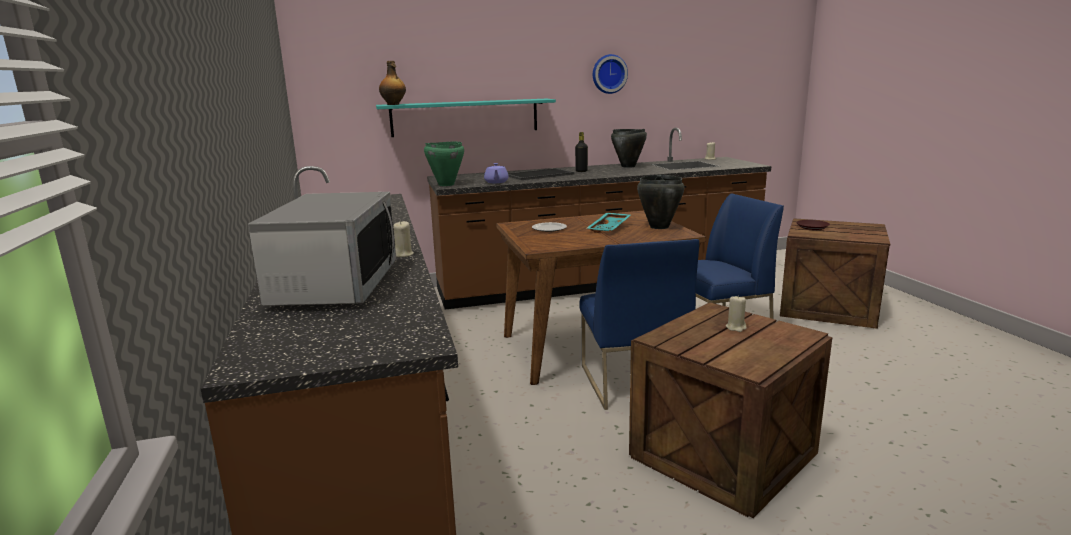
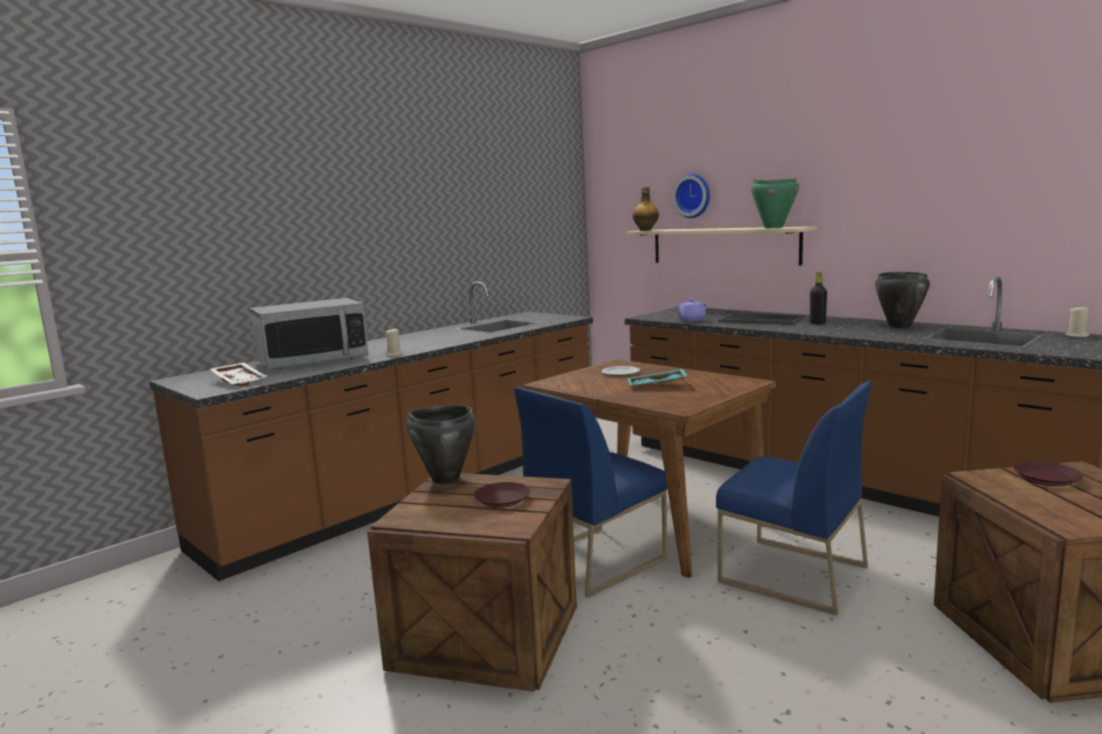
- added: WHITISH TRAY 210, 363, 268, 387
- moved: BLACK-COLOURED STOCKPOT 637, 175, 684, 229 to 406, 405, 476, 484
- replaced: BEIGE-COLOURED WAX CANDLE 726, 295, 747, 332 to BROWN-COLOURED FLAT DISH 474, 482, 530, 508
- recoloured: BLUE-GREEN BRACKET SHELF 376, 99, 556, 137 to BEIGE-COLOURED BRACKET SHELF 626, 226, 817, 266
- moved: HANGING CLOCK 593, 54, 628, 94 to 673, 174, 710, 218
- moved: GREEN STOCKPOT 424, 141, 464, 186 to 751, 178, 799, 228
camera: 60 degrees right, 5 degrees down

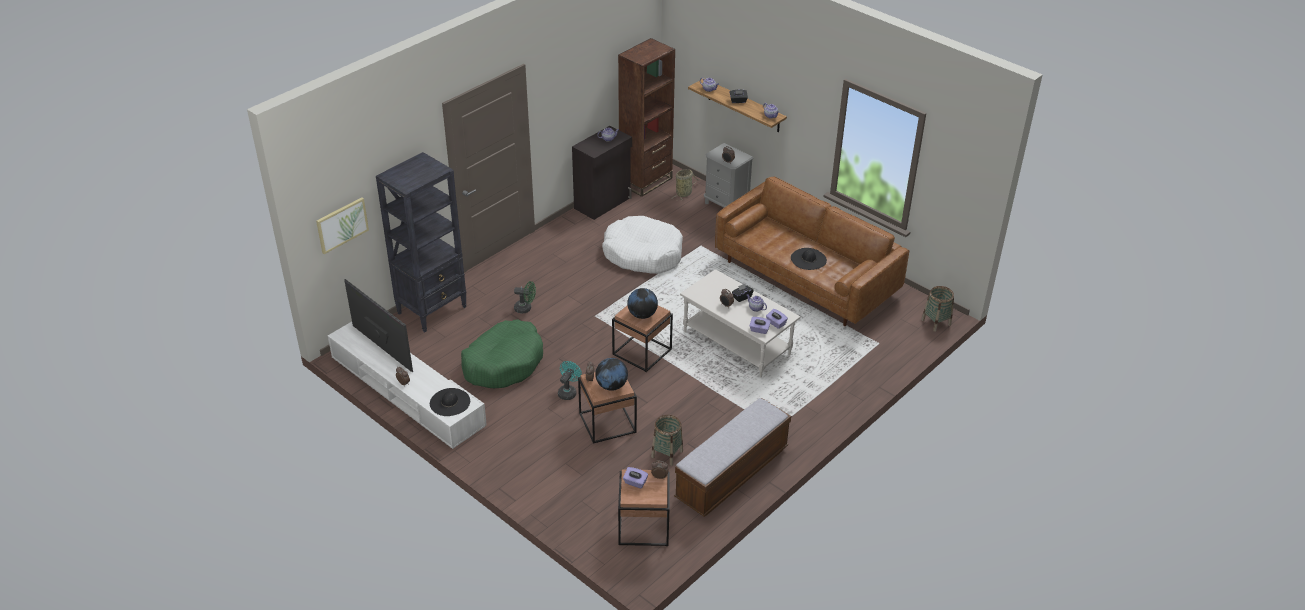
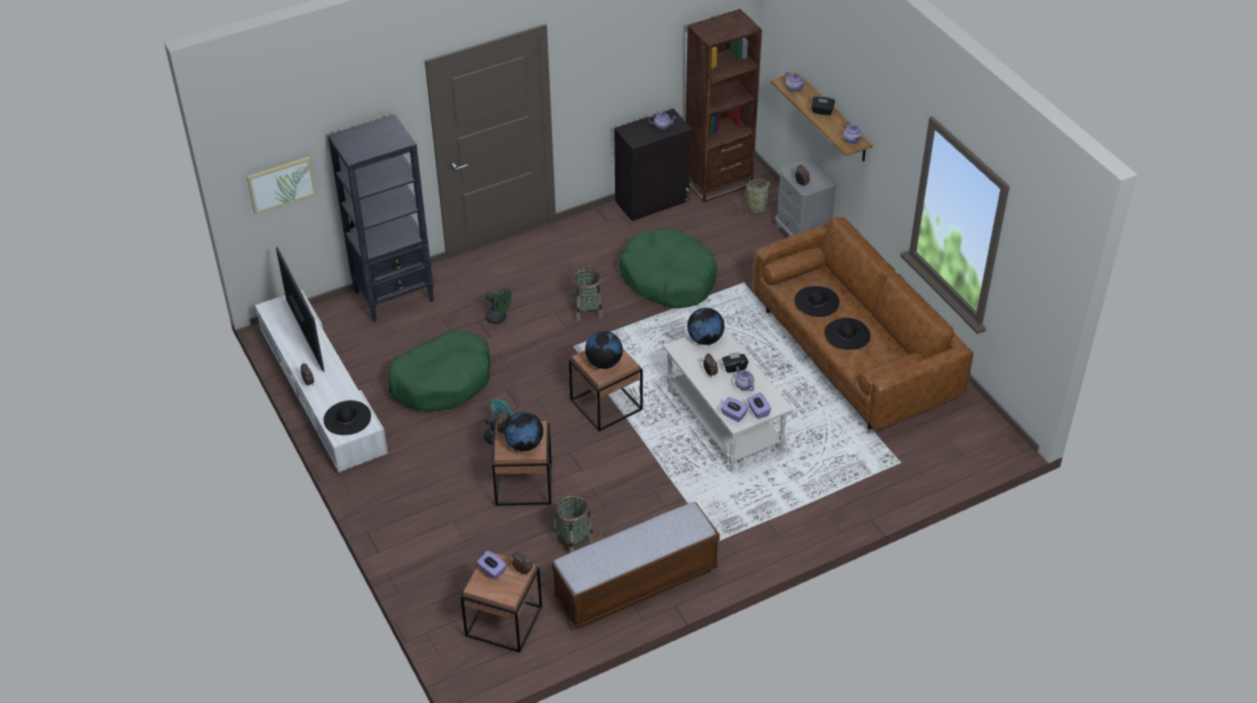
- moved: HOUSEHOLD BASKET 921, 286, 954, 332 to 572, 268, 602, 321
- recoloured: WHITISH PET BED 602, 216, 683, 274 to GREEN PET BED 619, 228, 717, 309
- added: WORLD GLOBE 687, 308, 724, 345
- added: BLACK-COLOURED CLOTHING HAT 794, 286, 840, 317
camera: 20 degrees right, 5 degrees up

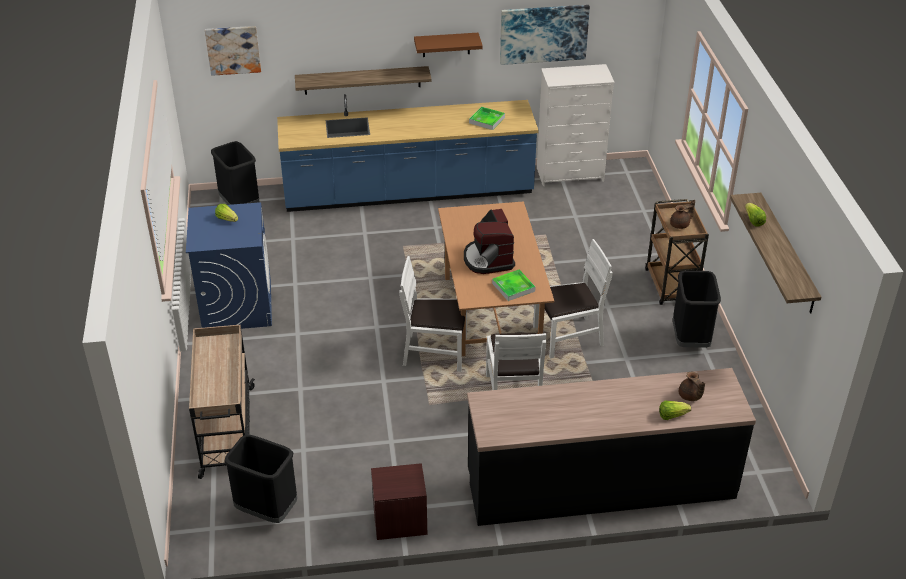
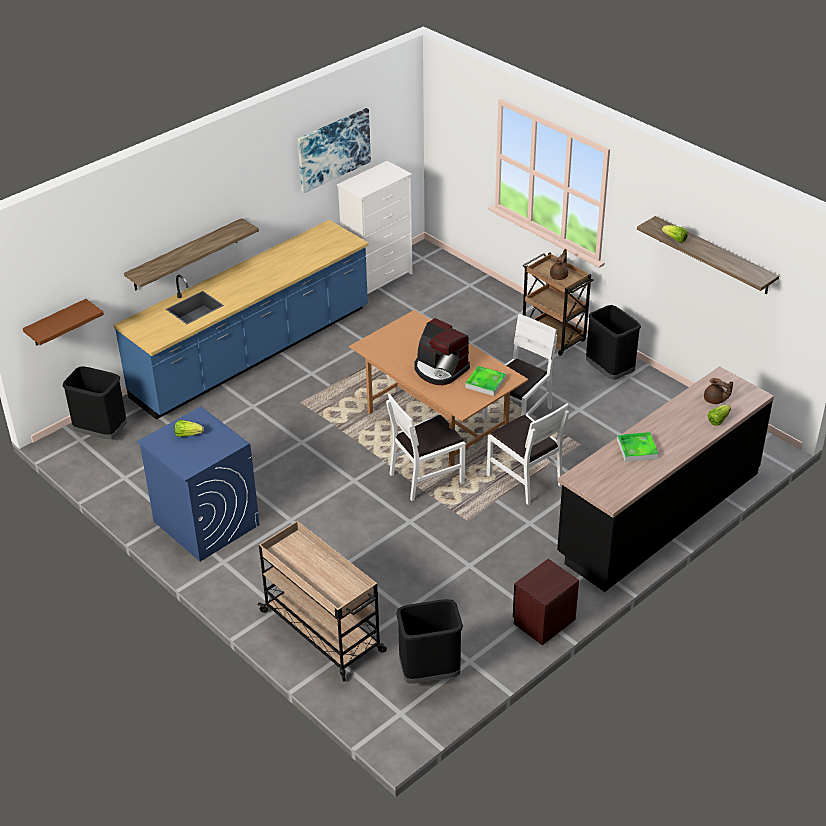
- moved: BROWN-COLOURED BRACKET SHELF 414, 33, 483, 57 to 23, 299, 104, 346
- moved: TRAY 469, 107, 505, 130 to 617, 432, 659, 462
- removed: WALL ART 205, 26, 261, 76
camera: 35 degrees left, 0 degrees up

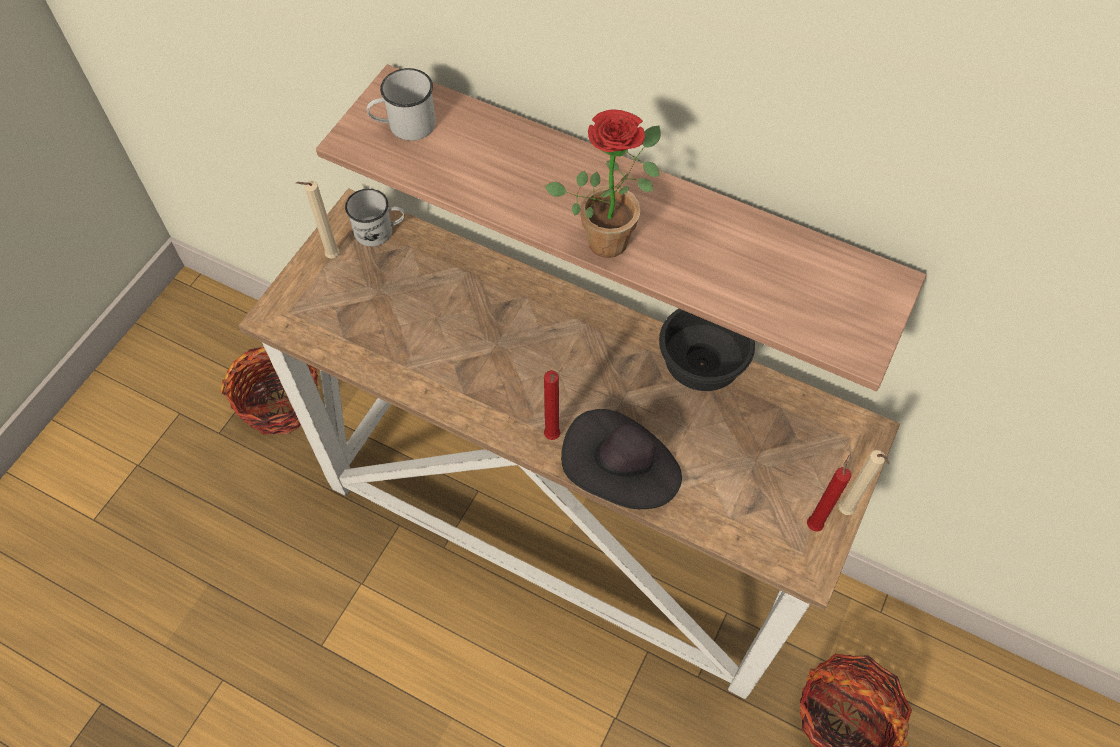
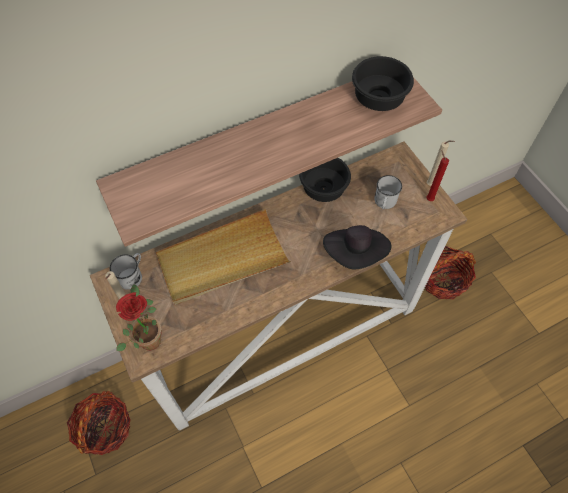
- moved: PLANT IN A POT 545, 109, 661, 258 to 116, 284, 162, 351
- added: BEIGE-COLOURED TRAY 156, 209, 291, 304
- added: BLACK-COLOURED SERVING BOWL 352, 56, 414, 111
- moved: WHITISH MUG 367, 68, 436, 141 to 374, 175, 402, 209
- removed: RED WAX CANDLE 544, 370, 560, 440
camera: 55 degrees left, 0 degrees up

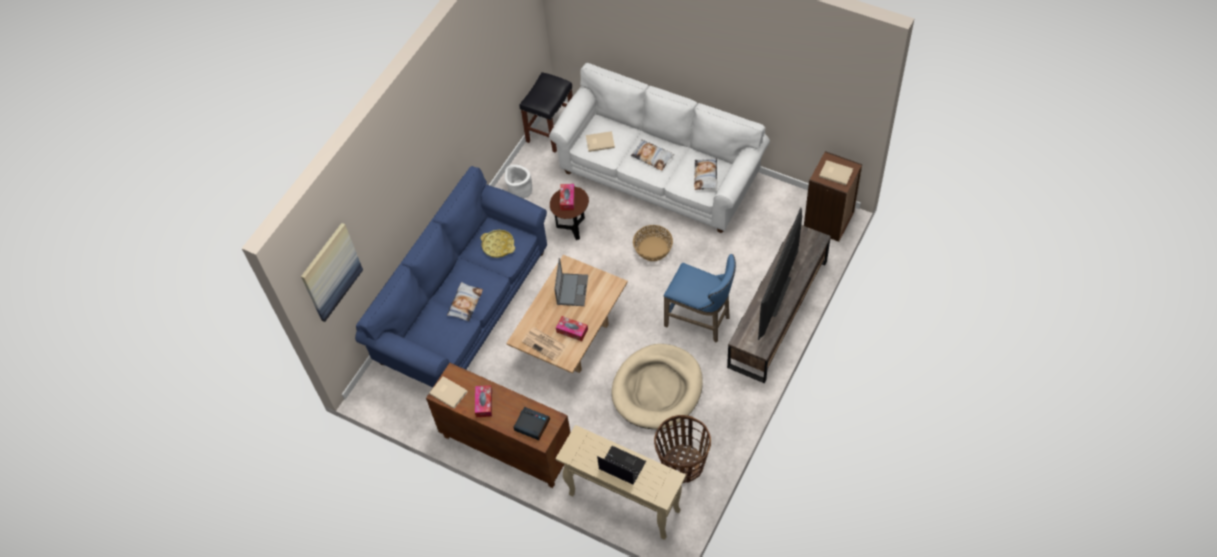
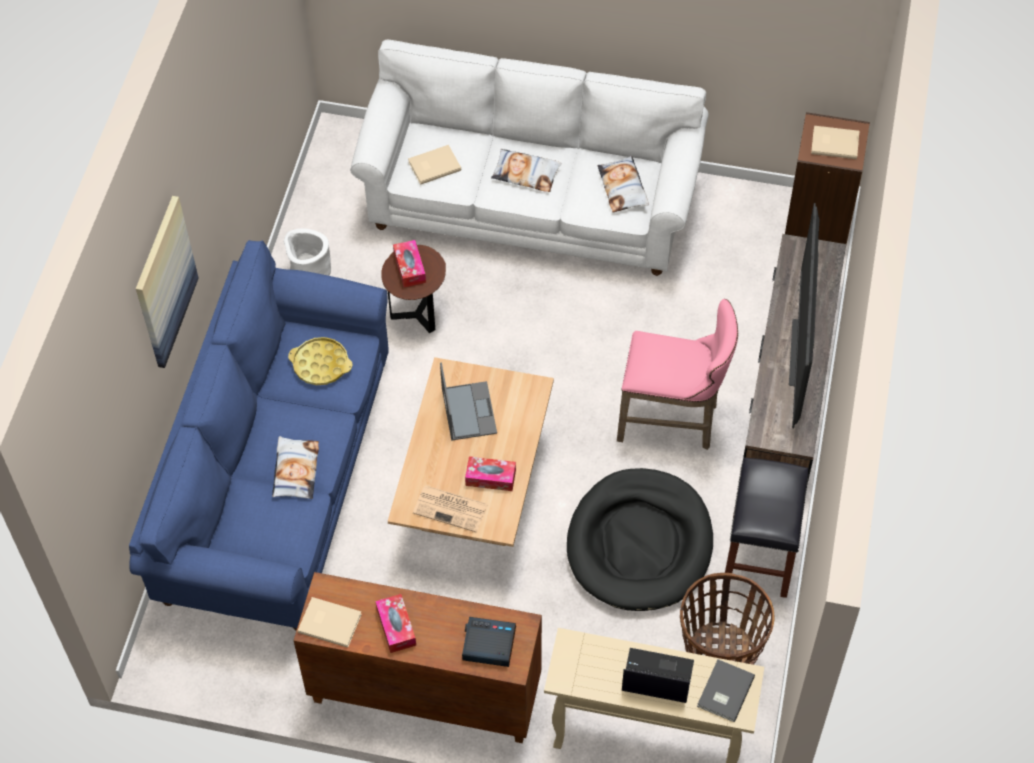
- moved: WALL ART 301, 223, 363, 322 to 136, 196, 199, 368
- recoloured: BEIGE-COLOURED PET BED 611, 344, 703, 429 to BLACK-COLOURED PET BED 567, 468, 713, 611
- recoloured: BLUE SITTING STOOL 664, 254, 736, 343 to PINKISH SITTING STOOL 617, 299, 738, 450
- added: GREY VOLUME 697, 659, 755, 722
- moved: BLACK-COLOURED SITTING STOOL 520, 72, 573, 153 to 722, 457, 809, 598
- removed: HOUSEHOLD BASKET 633, 225, 673, 261
camera: 20 degrees left, 0 degrees up

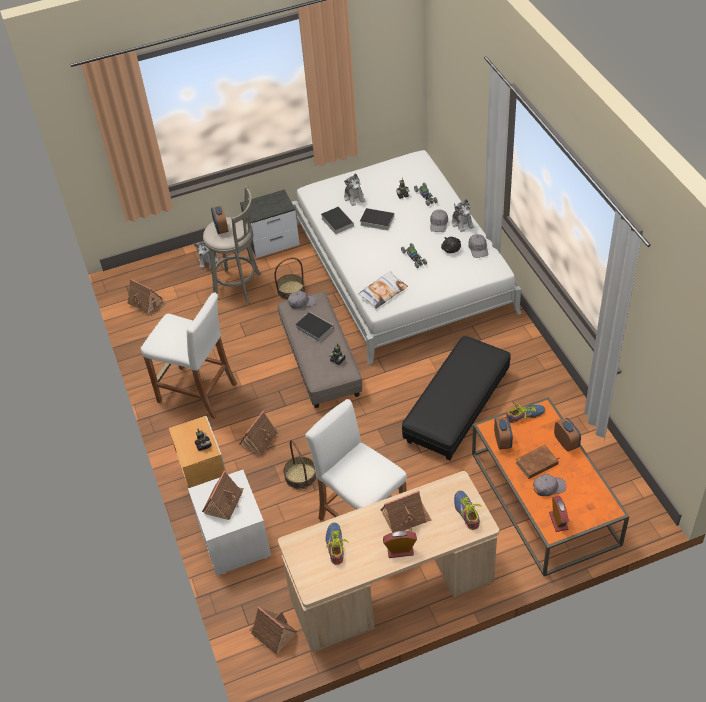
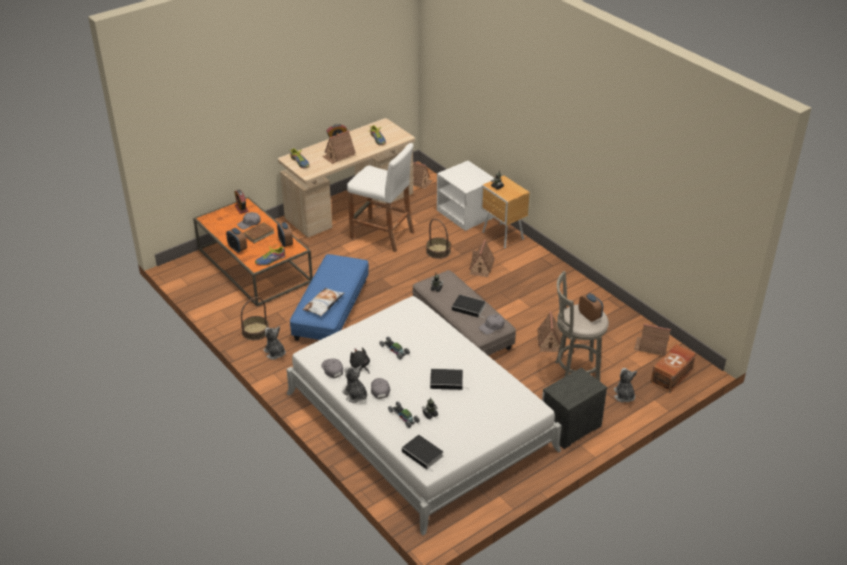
- moved: HOUSEHOLD BASKET 274, 257, 305, 300 to 241, 297, 269, 340
- moved: PLUSH TOY 344, 173, 365, 206 to 263, 326, 286, 360
- recoloured: BLACK-COLOURED FOOTREST 402, 336, 510, 461 to BLUE FOOTREST 290, 254, 369, 341
- moved: PILLOW 358, 271, 408, 309 to 302, 288, 345, 316
- moved: VOLUME 321, 206, 354, 234 to 402, 435, 443, 472
- moved: MODEL HOUSE 202, 471, 244, 520 to 537, 311, 561, 352
- added: BROWN-COLOURED STORAGE BOX 650, 344, 696, 393
- removed: WHITISH SITTING STOOL 141, 293, 237, 419
camera: 160 degrees right, 10 degrees down

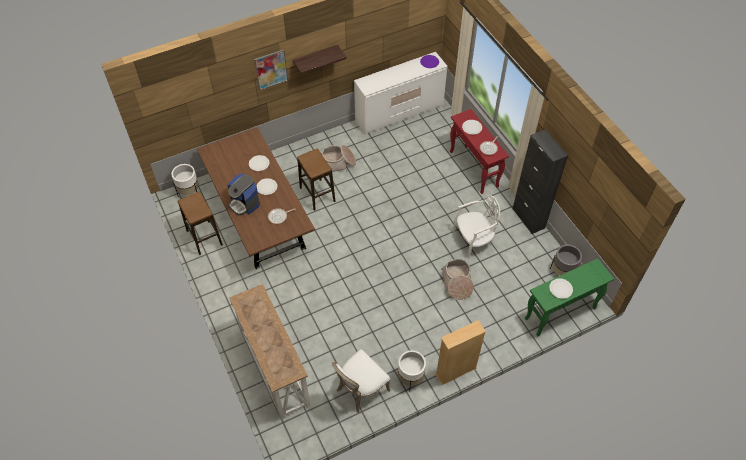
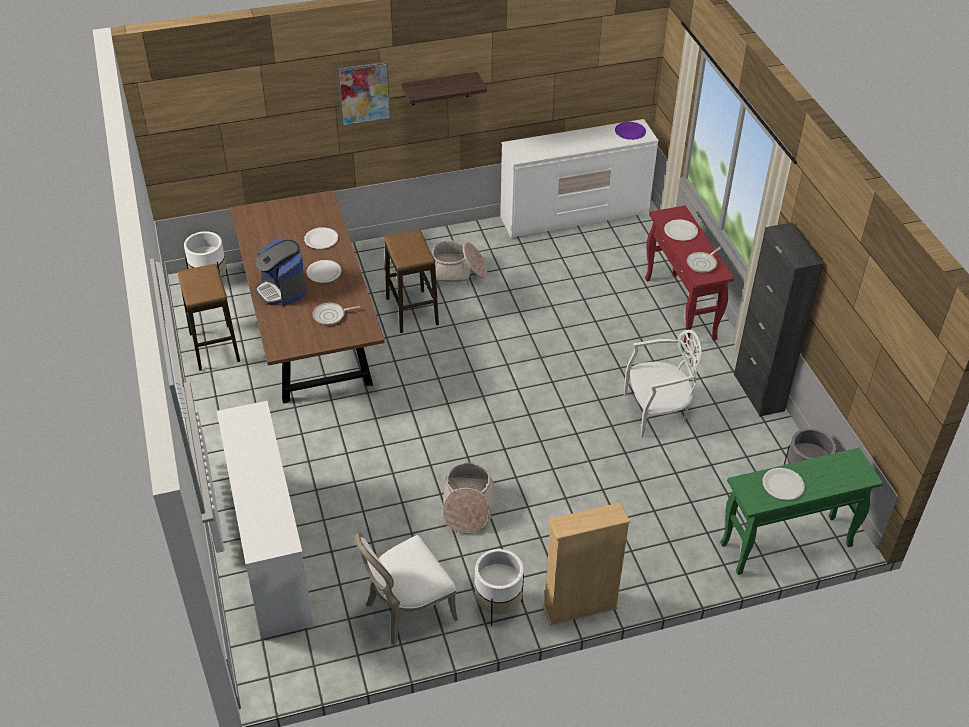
- replaced: HALL TABLE 229, 284, 310, 419 to WHITISH DRAWER CHEST 217, 401, 314, 638
- moved: HOUSEHOLD BASKET 441, 259, 474, 300 to 442, 463, 494, 534
camera: 10 degrees right, 10 degrees down

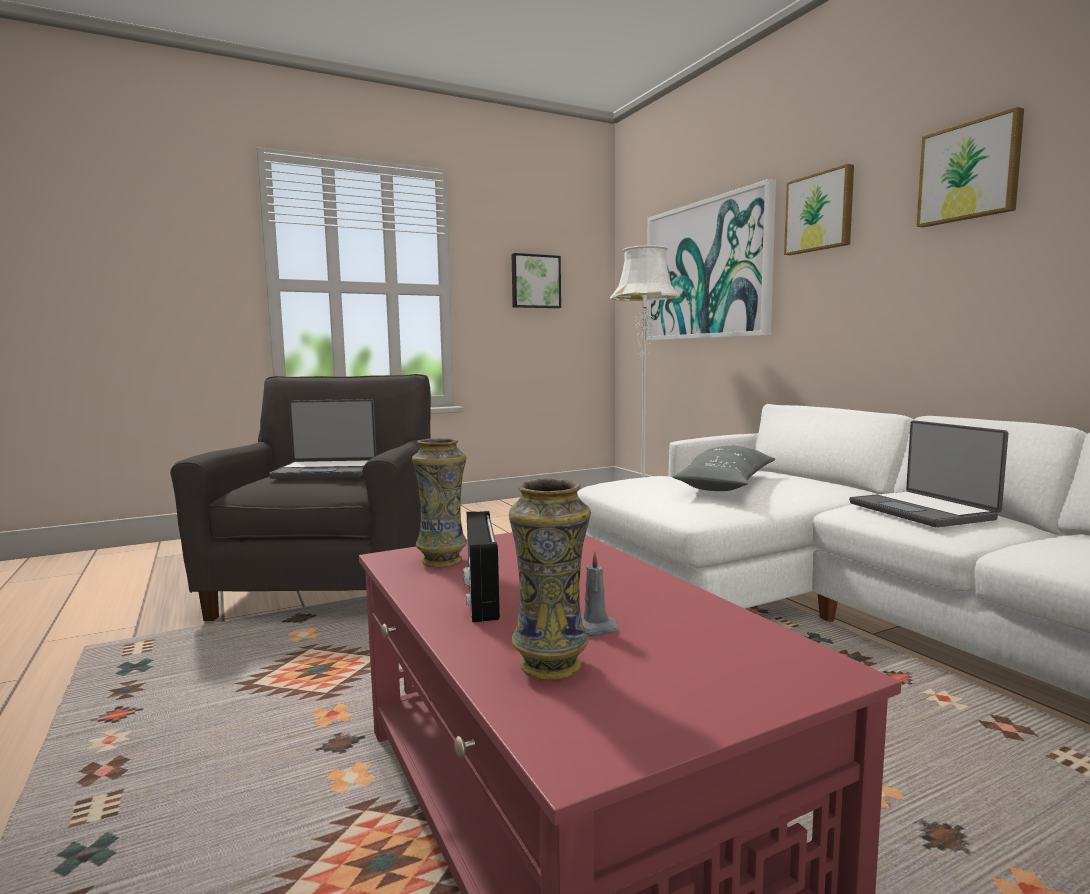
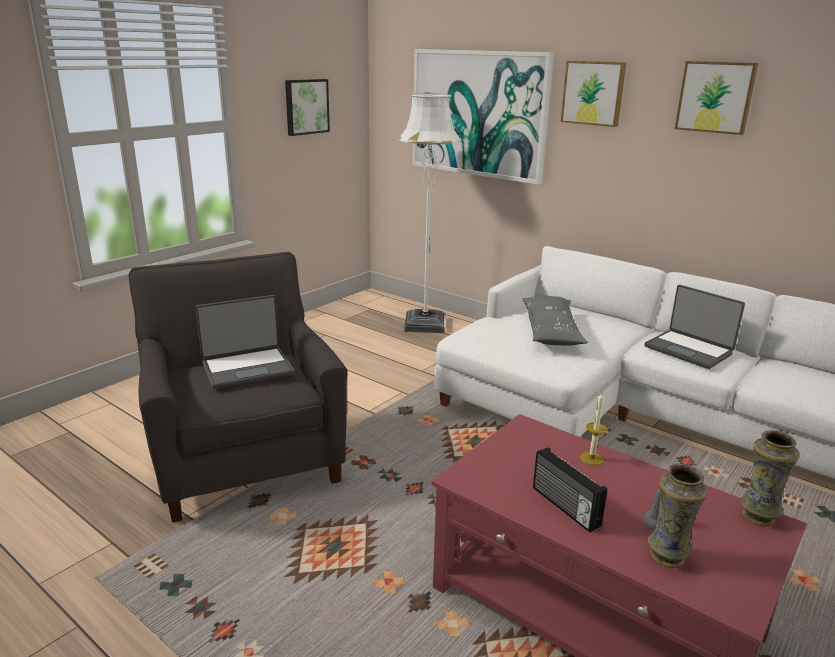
- added: WAX CANDLE 580, 392, 607, 465
- moved: VASE 412, 438, 467, 567 to 741, 430, 799, 526
camera: 25 degrees left, 15 degrees up

